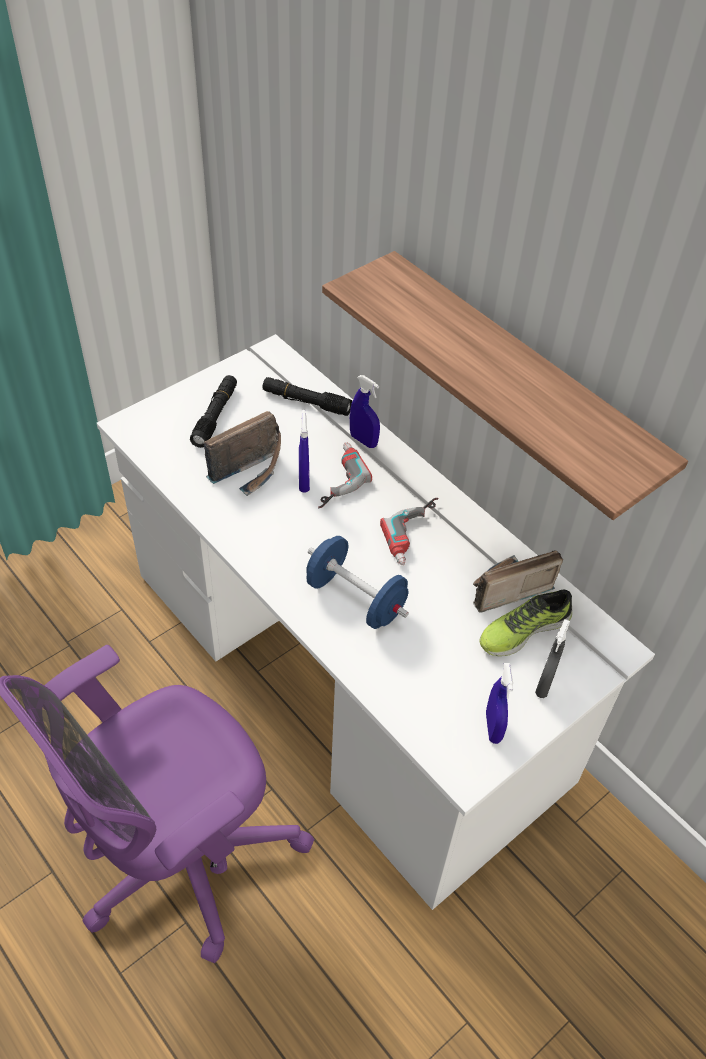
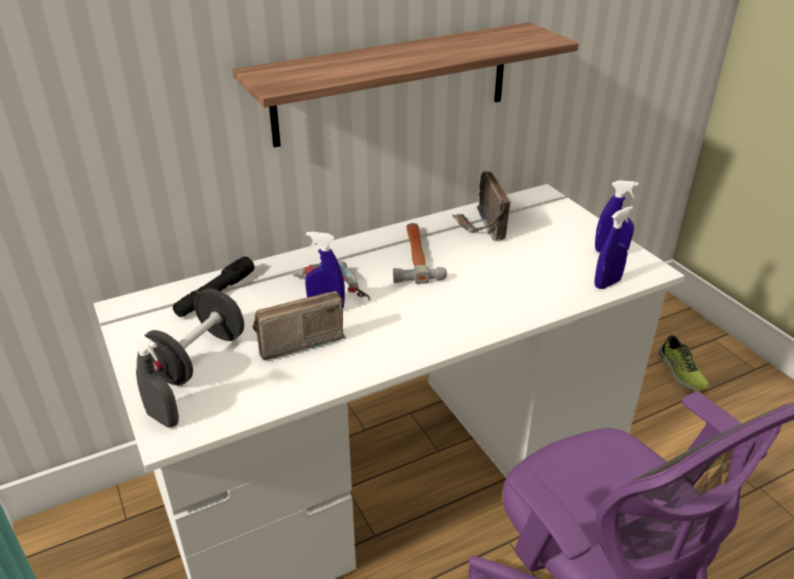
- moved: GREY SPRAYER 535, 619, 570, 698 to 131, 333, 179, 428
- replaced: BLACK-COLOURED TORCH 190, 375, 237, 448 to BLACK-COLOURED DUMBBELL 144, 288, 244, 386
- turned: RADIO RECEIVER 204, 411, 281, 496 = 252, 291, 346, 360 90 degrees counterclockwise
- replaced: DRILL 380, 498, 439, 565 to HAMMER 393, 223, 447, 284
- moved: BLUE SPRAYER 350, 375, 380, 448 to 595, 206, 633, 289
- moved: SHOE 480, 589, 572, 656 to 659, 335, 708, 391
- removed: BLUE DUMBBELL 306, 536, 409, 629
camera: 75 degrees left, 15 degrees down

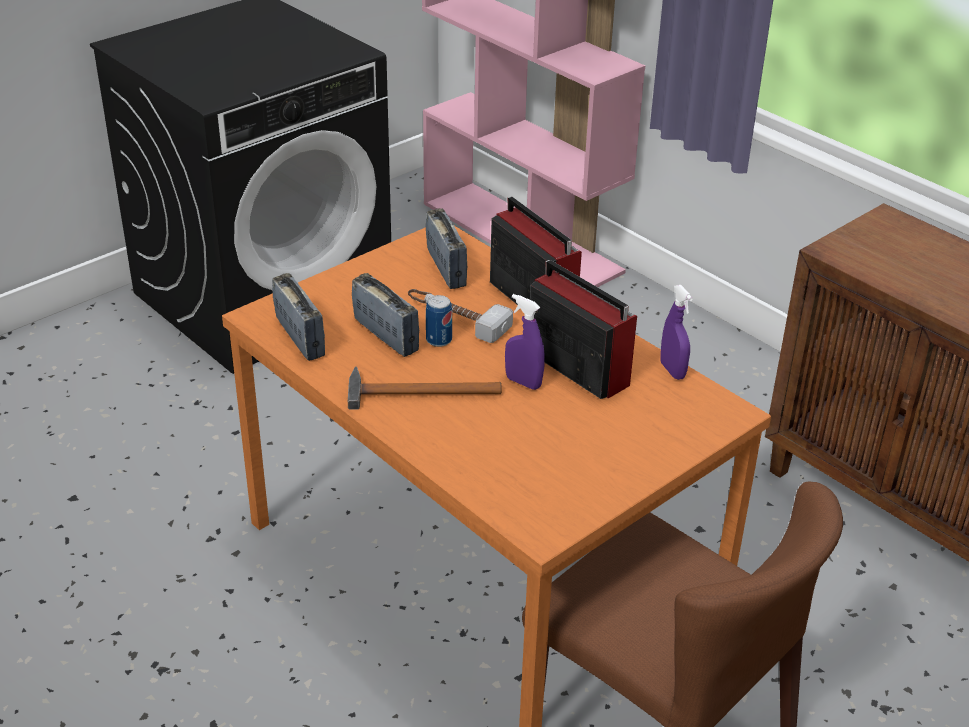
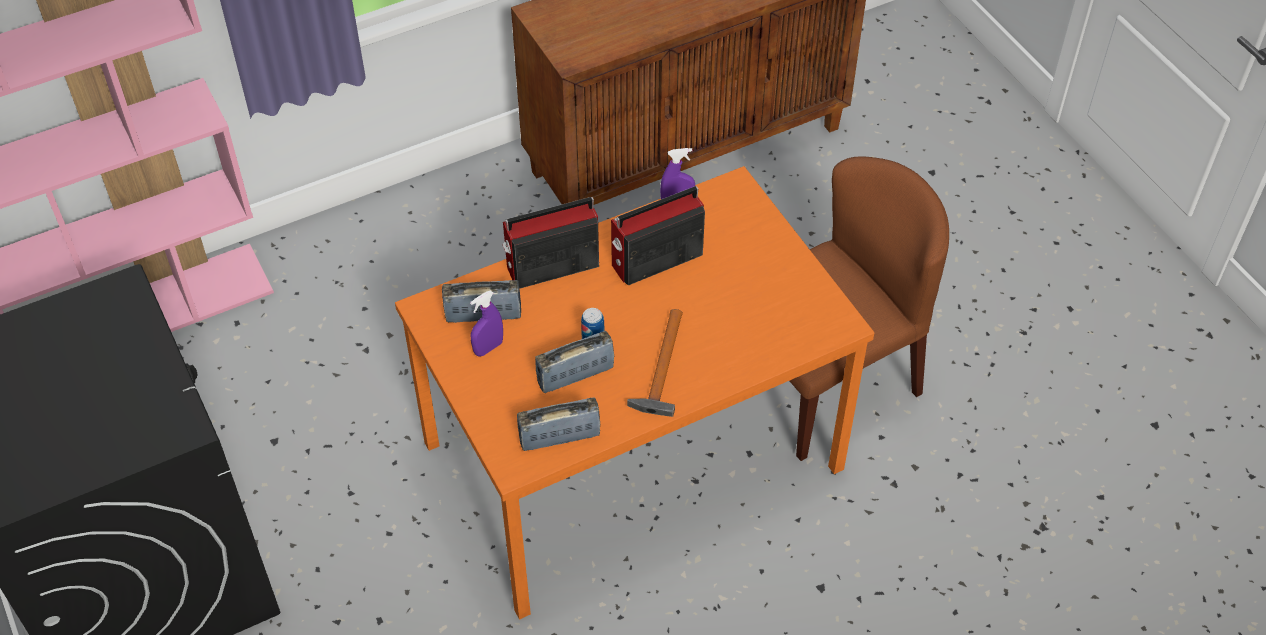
- moved: PURPLE-COLOURED SPRAYER 505, 294, 545, 390 to 470, 291, 503, 357
- removed: HAMMER 408, 289, 513, 343
camera: 75 degrees left, 15 degrees up

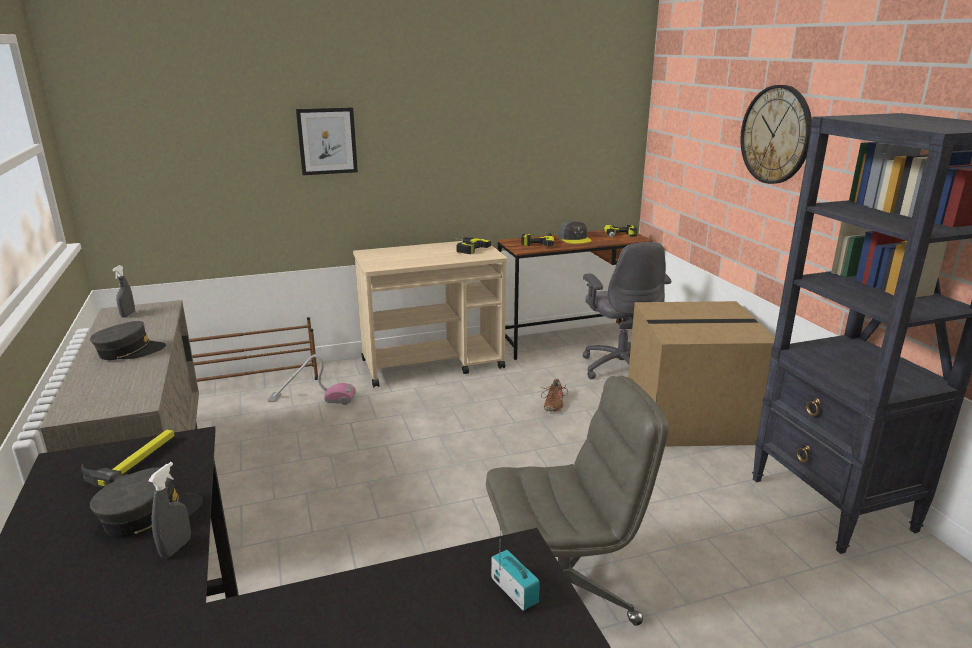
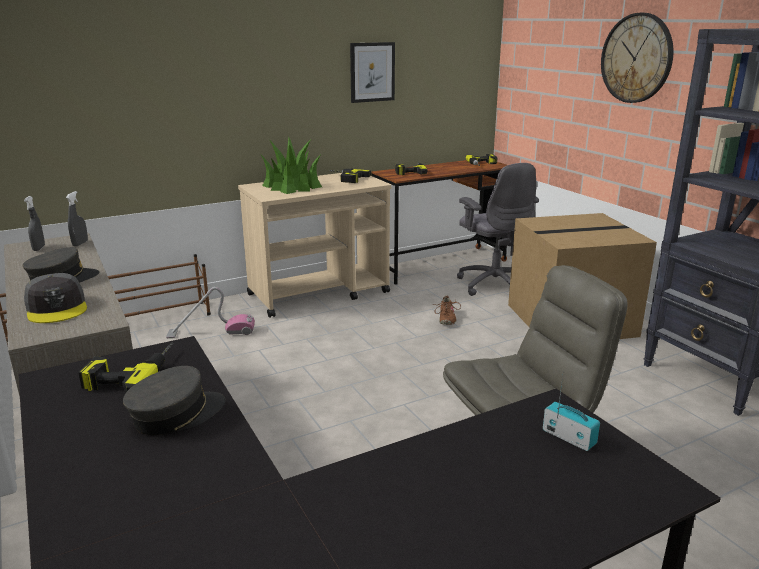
- moved: GREY BASEBALL CAP 558, 221, 592, 244 to 24, 273, 87, 323
- moved: GREY SPRAYER 148, 462, 191, 558 to 66, 191, 88, 247
- replaced: HAMMER 81, 430, 174, 488 to DRILL 79, 342, 173, 393
- added: PLANT IN A POT 261, 138, 322, 194
- moved: WALL ART 296, 107, 358, 175 to 350, 42, 395, 103
camera: 10 degrees left, 0 degrees up

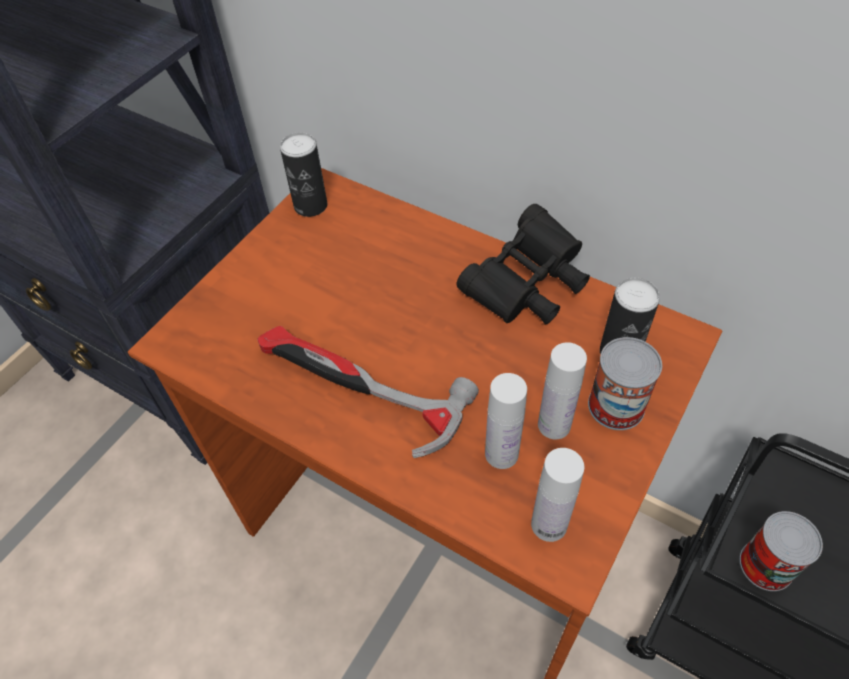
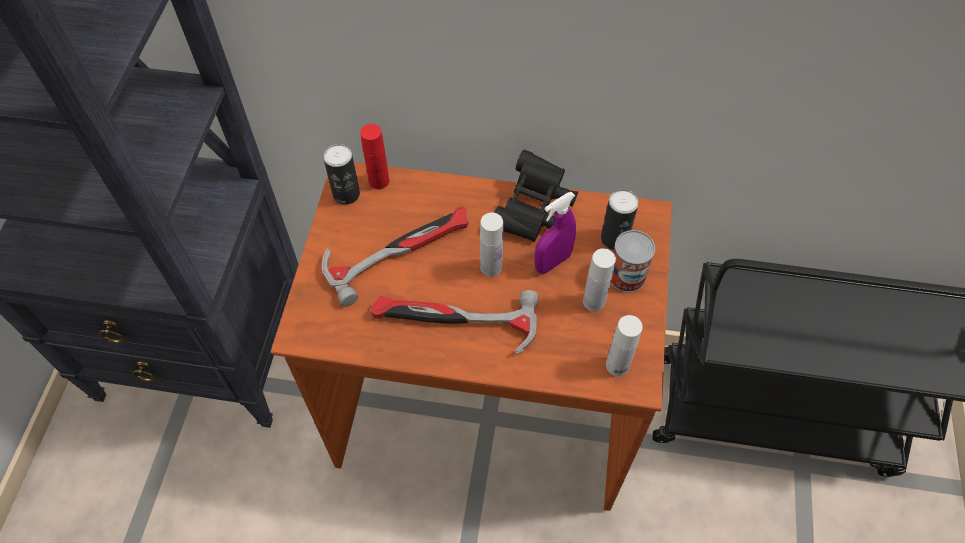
- added: HAMMER 321, 207, 468, 307
- added: RED DRINK BOTTLE 360, 124, 389, 189
- moved: WHITISH DRINK BOTTLE 485, 373, 527, 469 to 480, 213, 503, 277
- added: PURPLE-COLOURED SPRAYER 535, 192, 576, 274
- removed: SEALED CAN 740, 511, 823, 591
camera: 25 degrees left, 5 degrees up

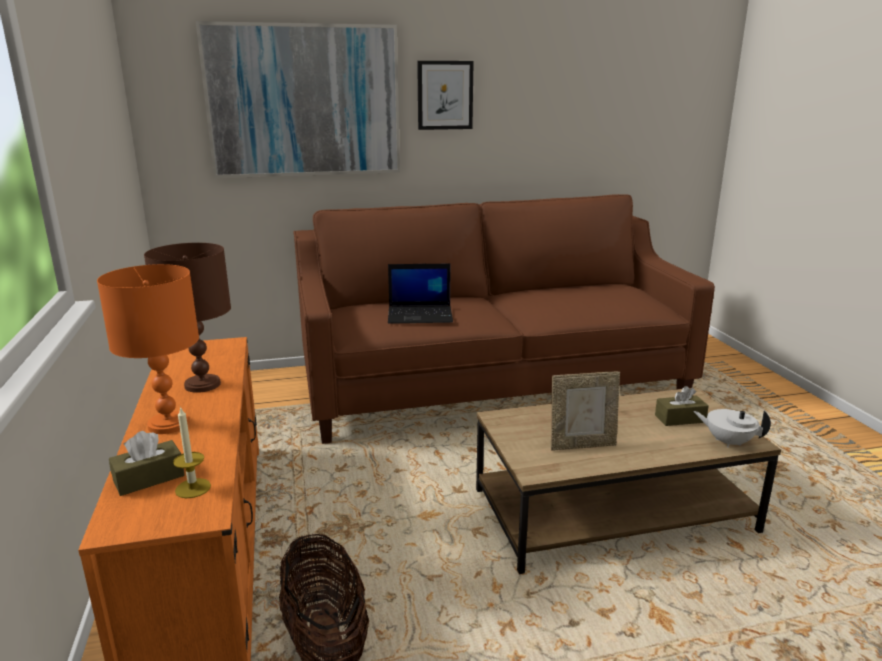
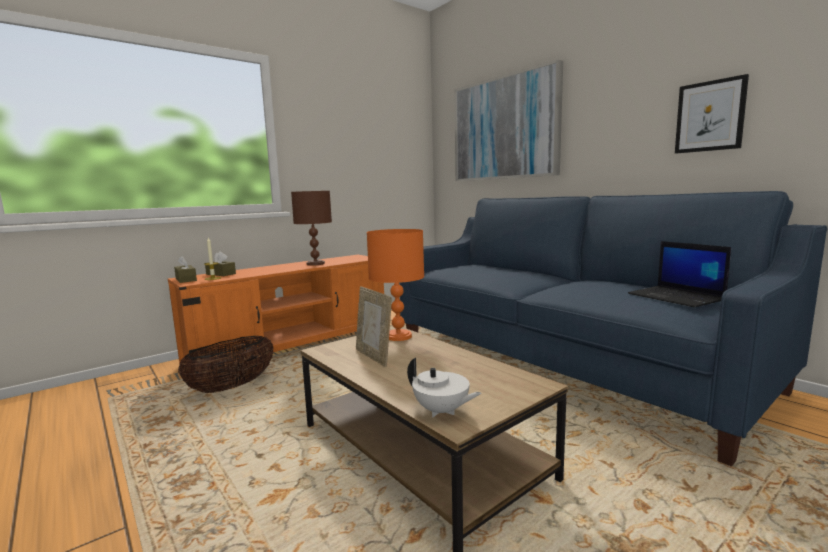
- moved: BROWN-COLOURED TISSUE HOLDER 655, 386, 709, 426 to 174, 256, 197, 283
- moved: ORANGE-COLOURED TABLE LAMP 97, 264, 199, 434 to 367, 229, 424, 341
- recoloured: BROWN-COLOURED COUCH 293, 194, 715, 444 to BLUE COUCH 400, 191, 827, 466
- turned: WHITISH POT FOR TEA 693, 409, 771, 448 = 407, 358, 482, 417 120 degrees clockwise
- moved: NOTEBOOK COMPUTER 388, 264, 453, 324 to 628, 241, 731, 308
- moved: WALL ART 417, 61, 474, 130 to 675, 74, 749, 154
camera: 65 degrees right, 10 degrees down

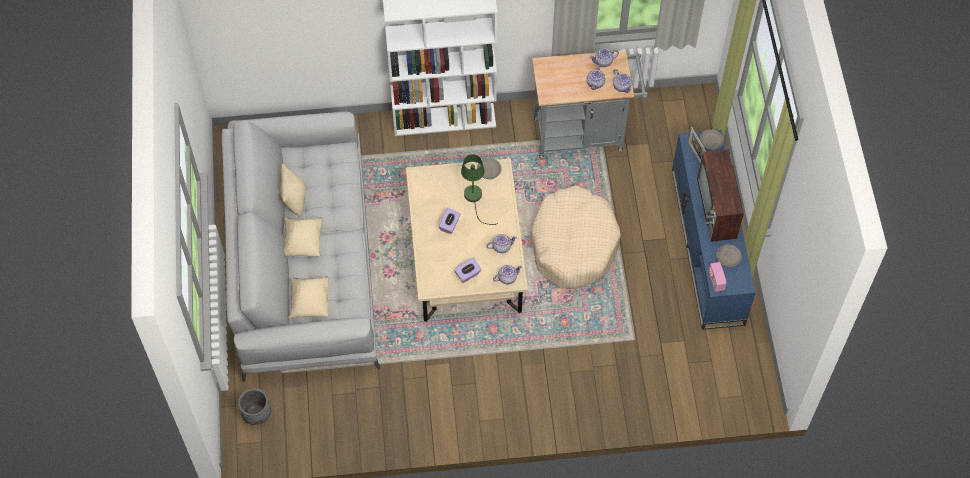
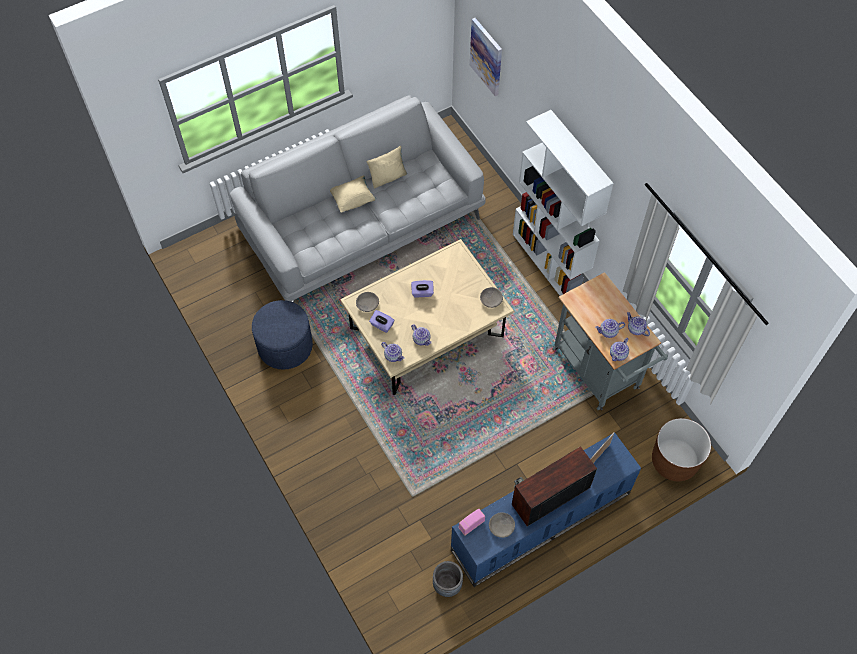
- added: BLUE FOOTREST 252, 300, 313, 370
- moved: GREY SERVING BOWL 699, 129, 724, 150 to 356, 292, 379, 312
- moved: GREY PLANTER 238, 388, 271, 425 to 433, 561, 463, 597
- added: WALL ART 470, 18, 502, 96
- added: BROWN-COLOURED PLANTER 652, 418, 711, 481
- removed: BEIGE-COLOURED PILLOW 289, 276, 329, 318
- removed: GREEN TABLE LAMP 461, 154, 498, 225
- removed: BEIGE-COLOURED PET BED 530, 185, 621, 289
camera: 65 degrees right, 0 degrees up

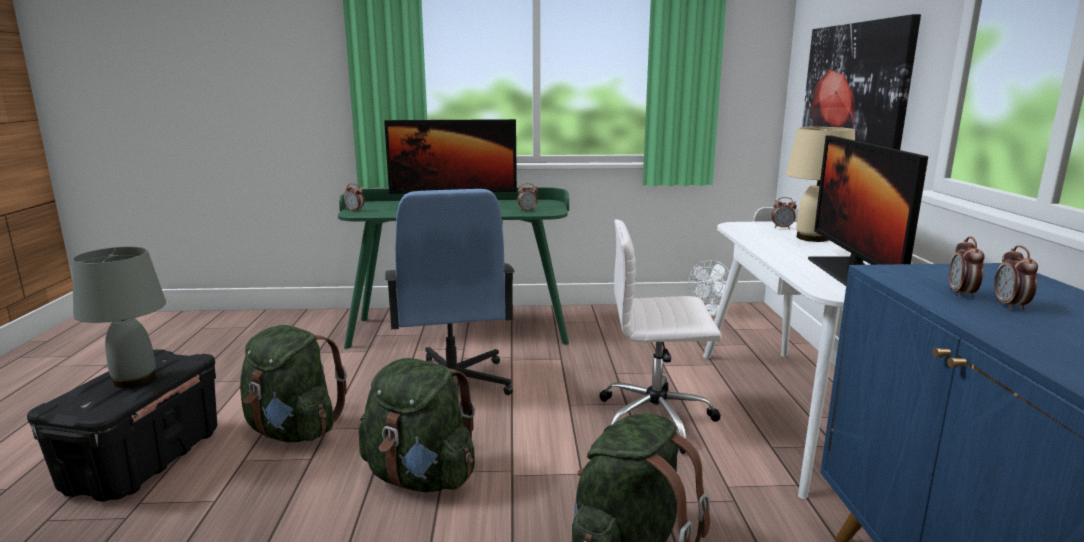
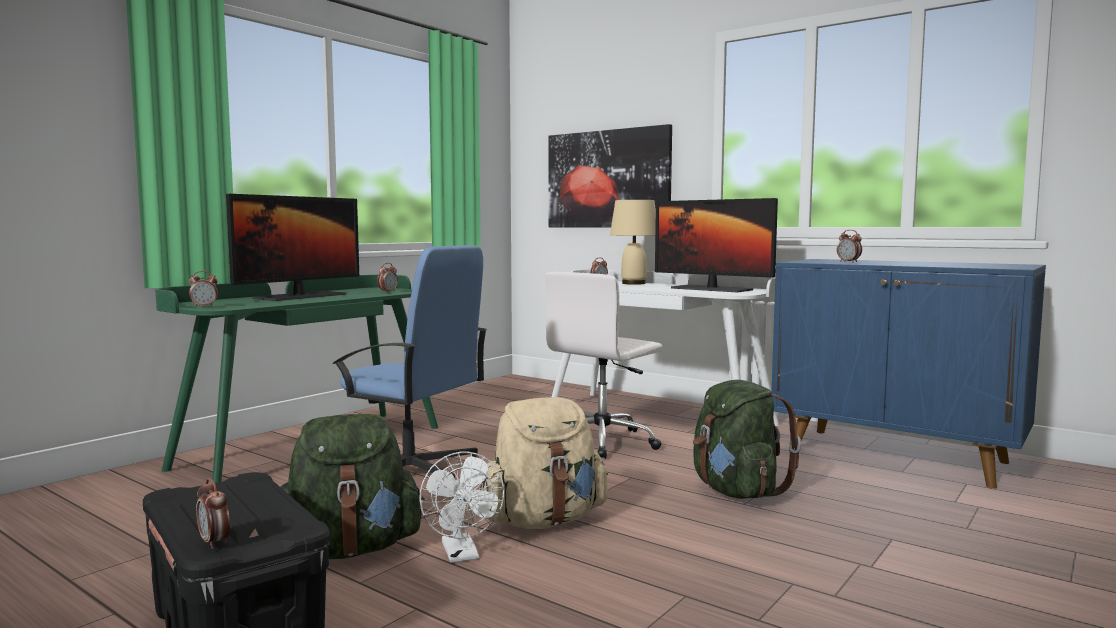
- moved: BEDSIDE CLOCK 994, 245, 1038, 310 to 196, 478, 230, 549
- moved: WHITISH FAN 689, 260, 730, 317 to 419, 452, 504, 563
- recoloured: GREEN BACKPACK 359, 358, 475, 492 to BEIGE-COLOURED BACKPACK 480, 397, 608, 529
- removed: GREY TABLE LAMP 72, 247, 166, 388
camera: 50 degrees left, 10 degrees down

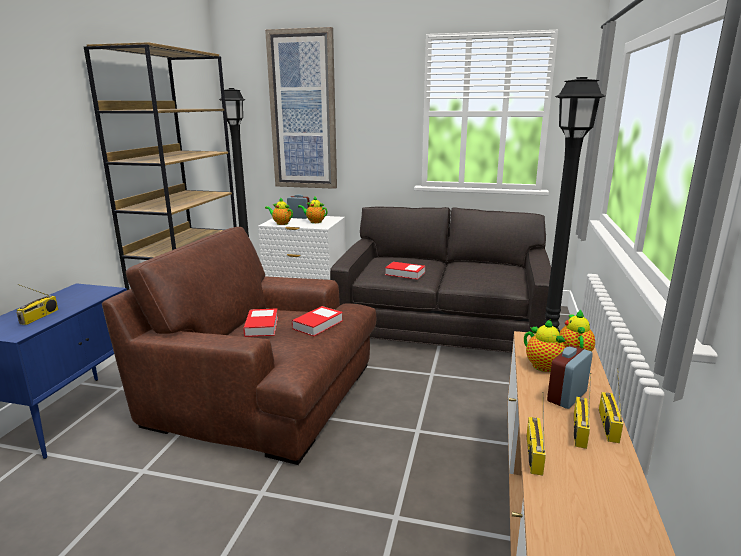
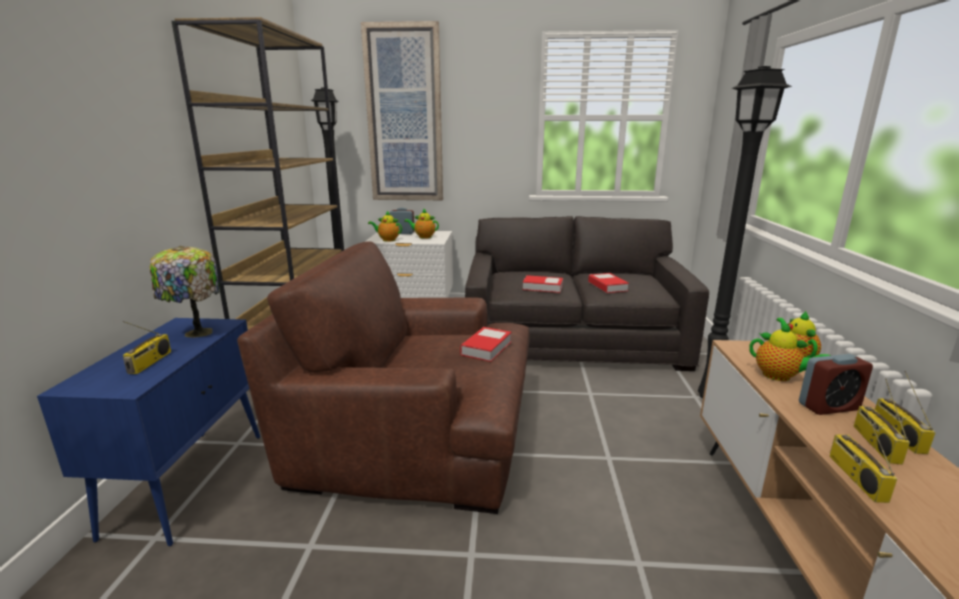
- added: TABLE LAMP 149, 246, 219, 338
- moved: VOLUME 243, 308, 278, 337 to 588, 273, 629, 293
- turned: BEDSIDE CLOCK 547, 346, 593, 409 = 799, 354, 873, 415 135 degrees counterclockwise
camera: 10 degrees left, 0 degrees up

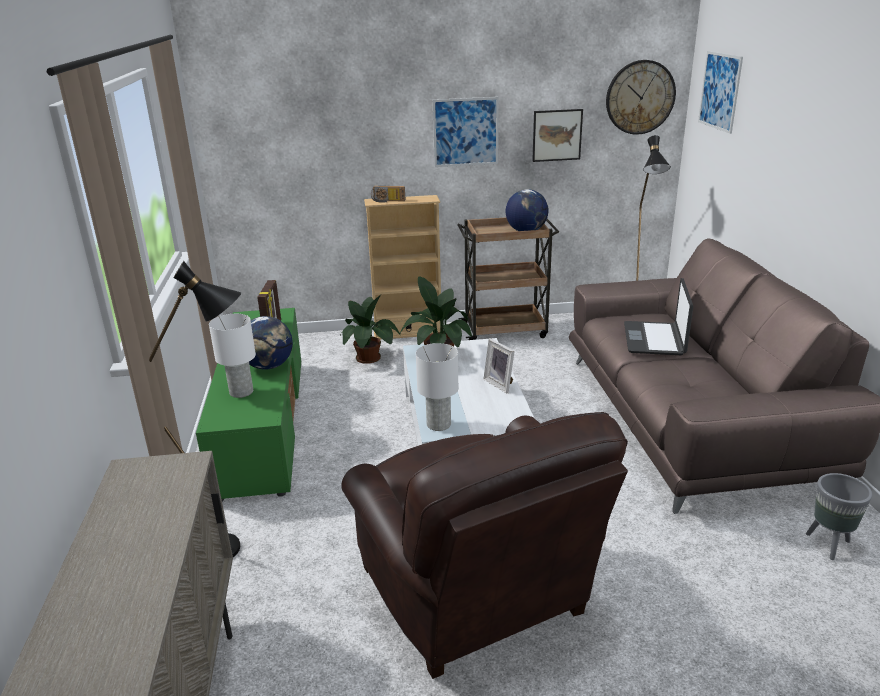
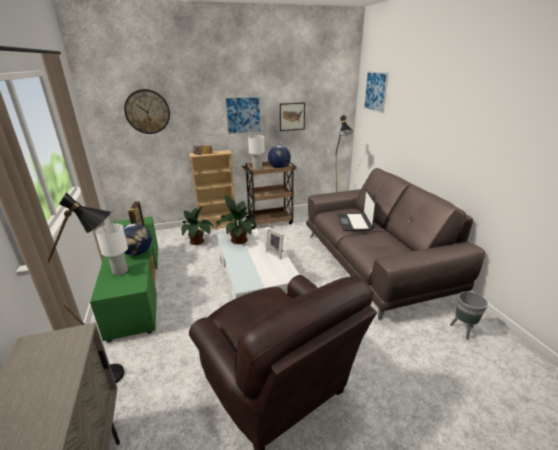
- moved: HANGING CLOCK 606, 60, 676, 135 to 124, 89, 170, 134
- moved: WHITISH TABLE LAMP 416, 343, 458, 431 to 248, 135, 265, 169
camera: 10 degrees left, 0 degrees up

